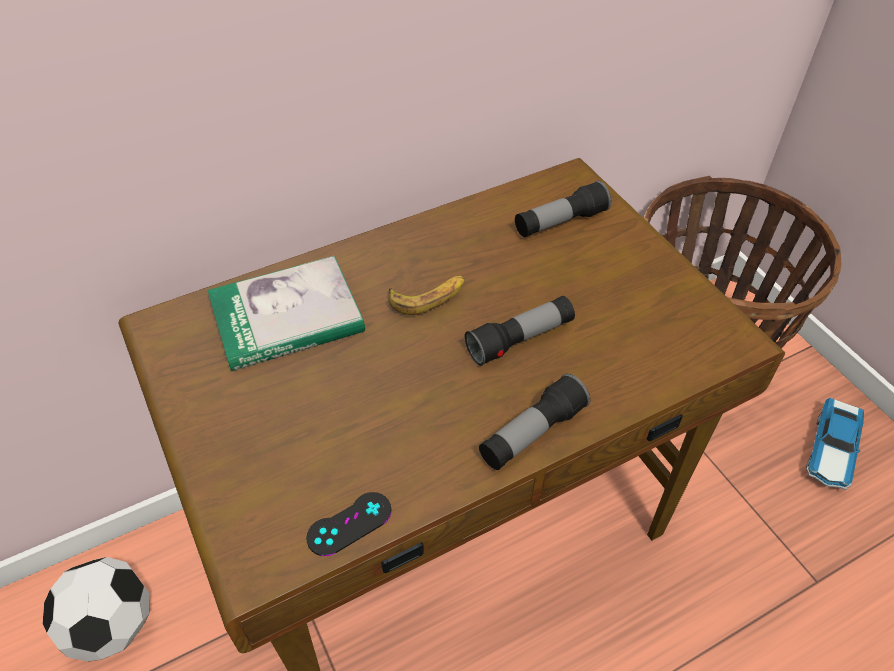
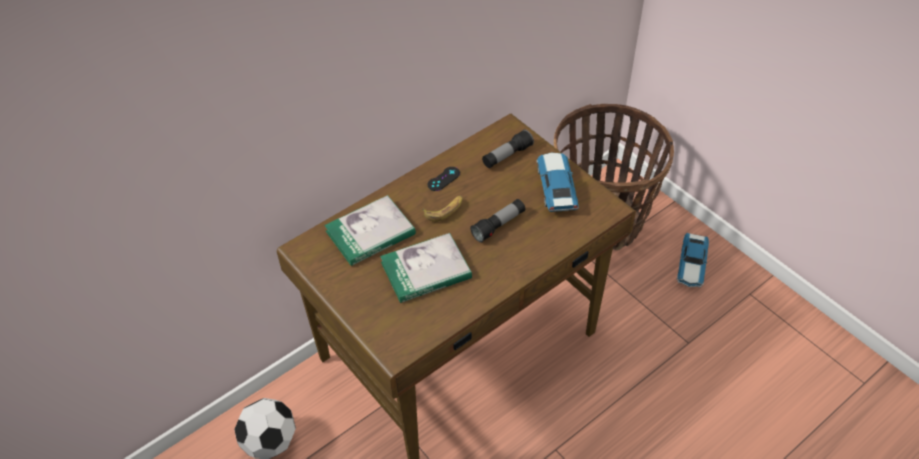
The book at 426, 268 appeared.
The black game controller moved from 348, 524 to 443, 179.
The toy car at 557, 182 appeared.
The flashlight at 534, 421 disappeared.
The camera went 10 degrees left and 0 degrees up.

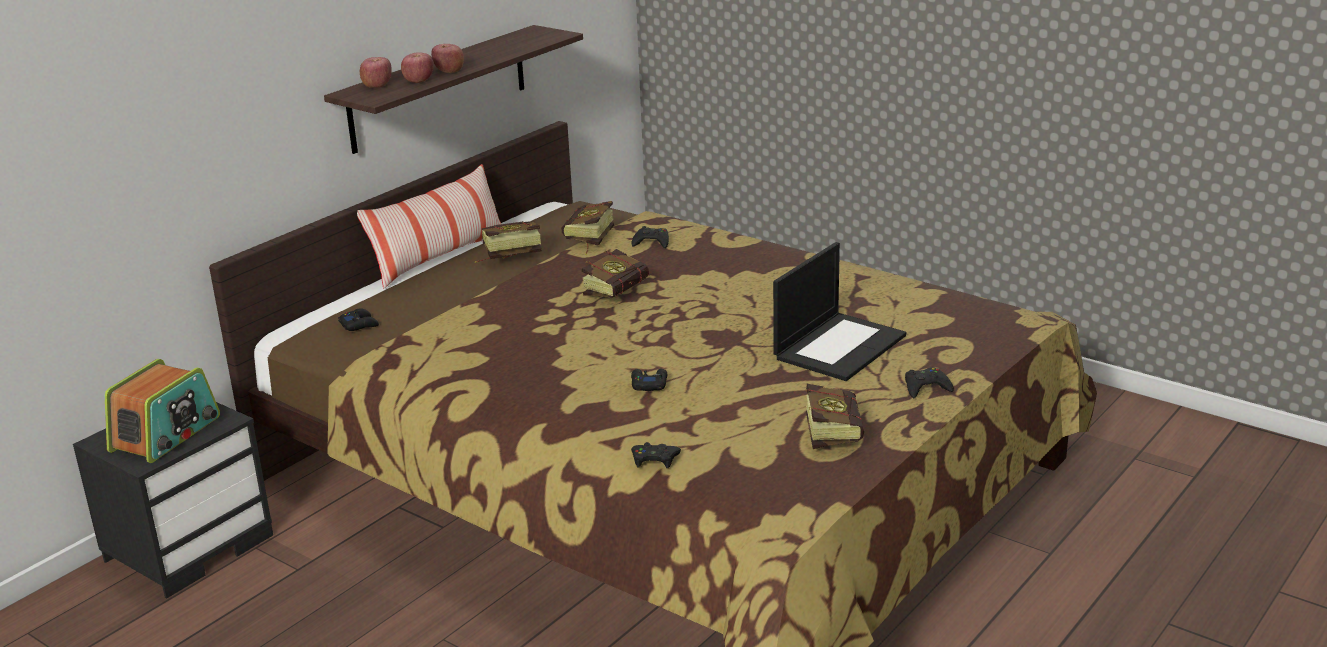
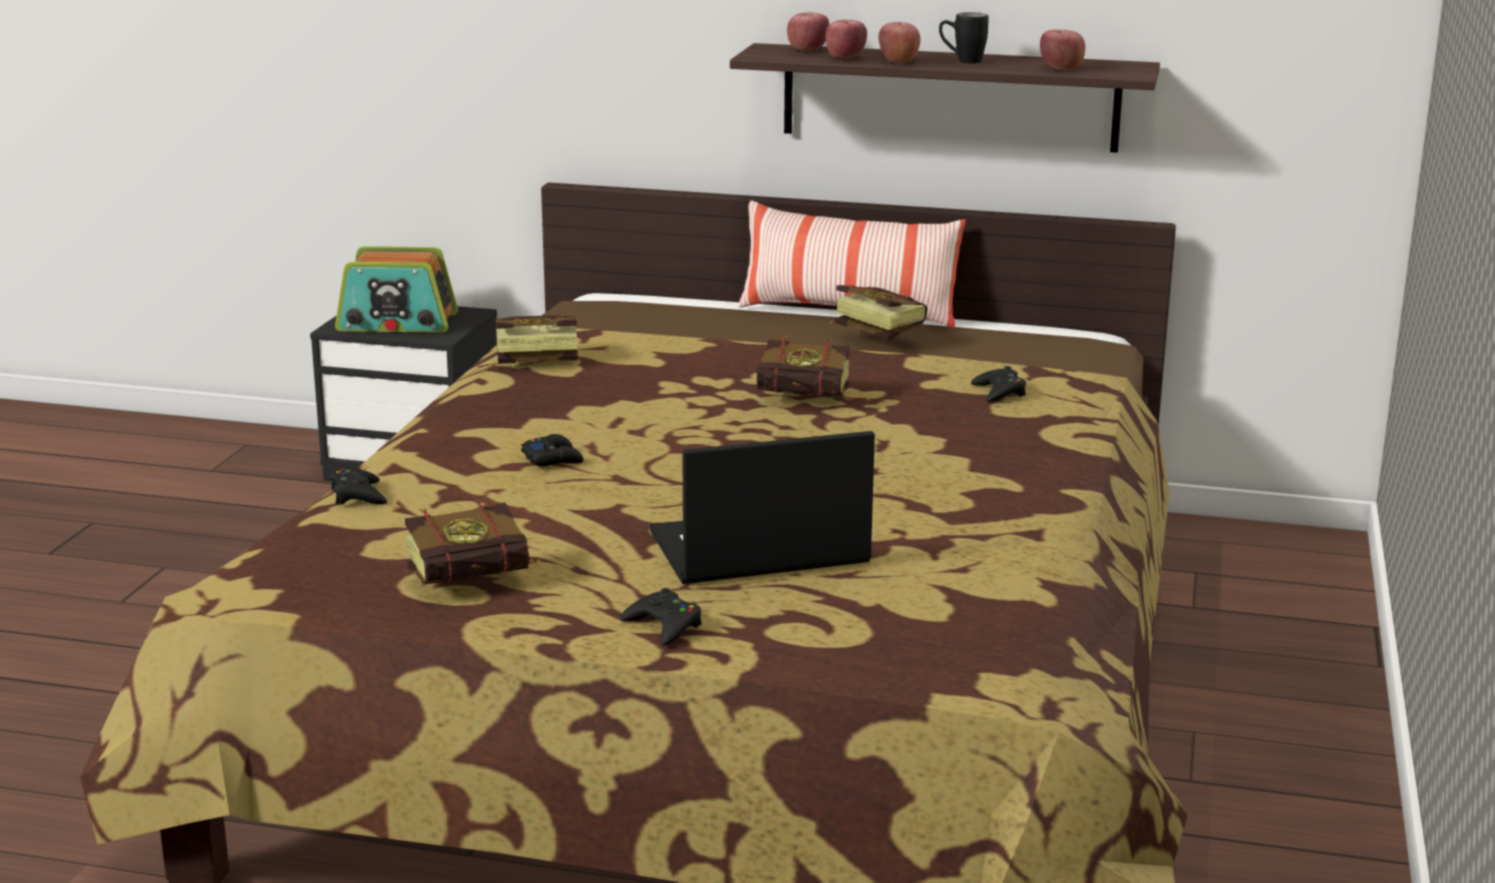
The book moved from 587, 228 to 527, 341.
The laptop at 839, 311 turned 150 degrees clockwise.
The black mug at 964, 38 appeared.
The apple at 1062, 50 appeared.
The black game controller at 358, 319 disappeared.
The camera went 65 degrees right and 5 degrees down.

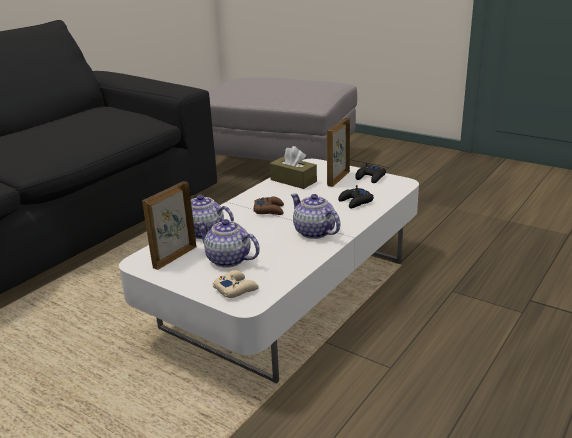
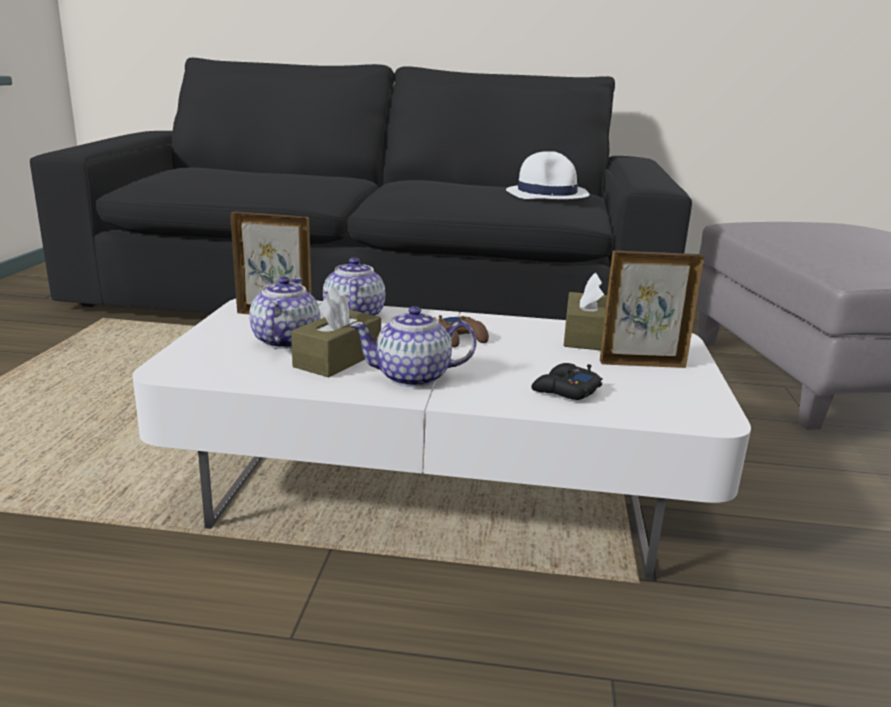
The brown tissue box at 336, 332 appeared.
The teapot at 315, 216 turned 120 degrees counterclockwise.
The white hat at 547, 175 appeared.
The beige game controller at 236, 284 disappeared.
The black game controller at 370, 173 disappeared.
The camera went 60 degrees right and 5 degrees down.

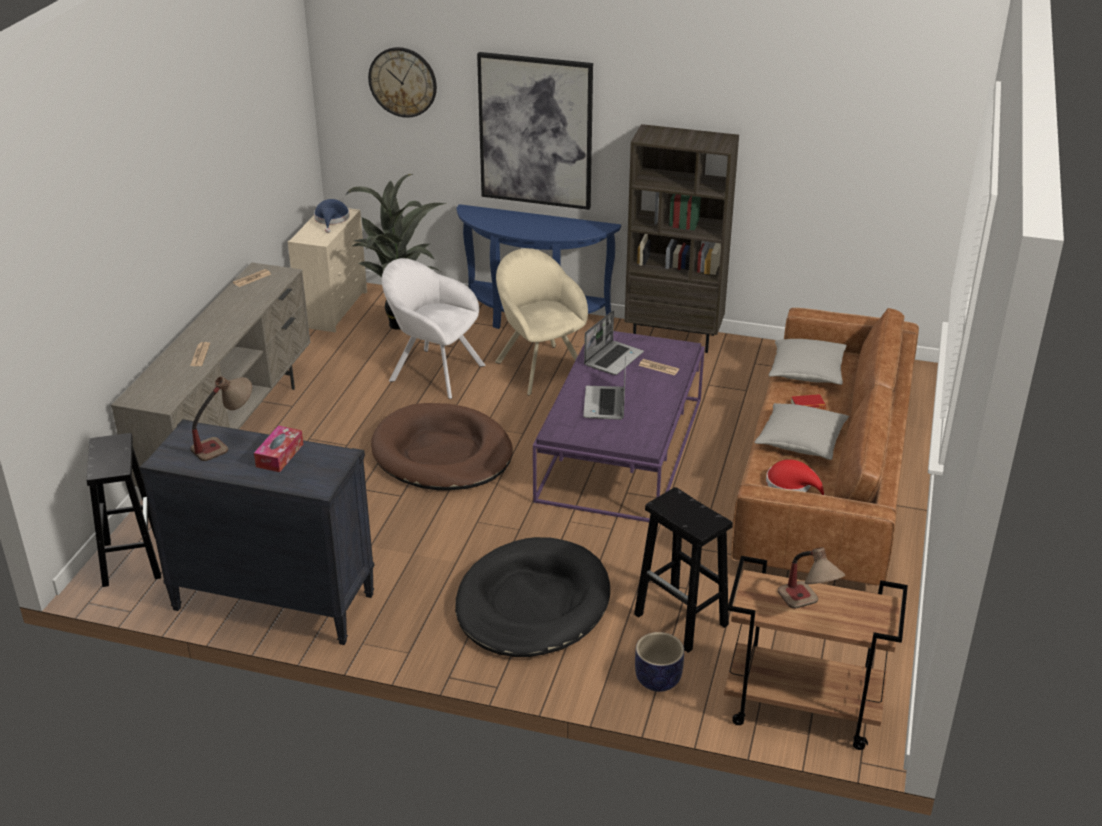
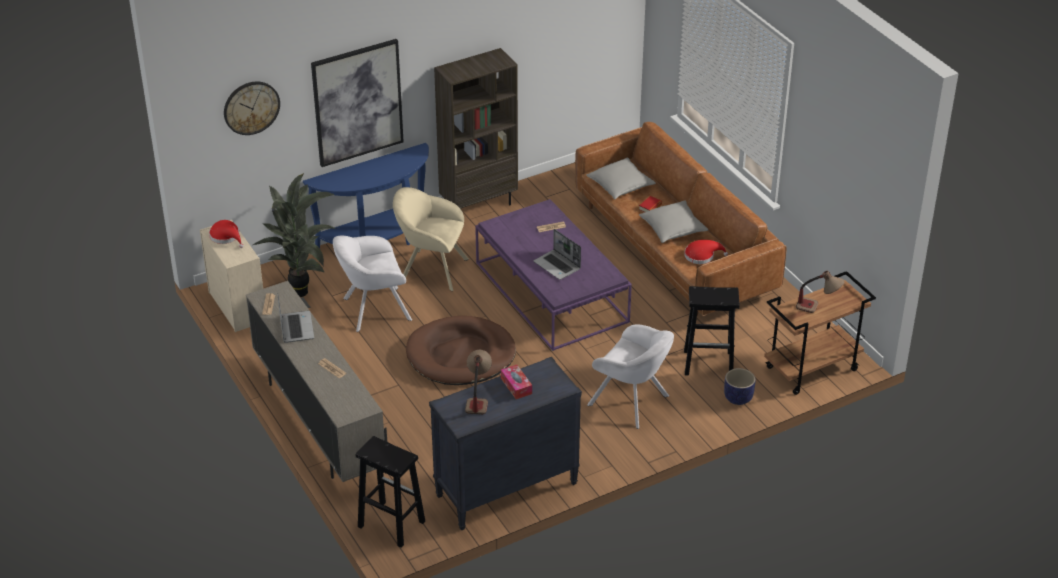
The blue hat at 332, 216 became the red hat at 226, 234.
The laptop moved from 614, 342 to 295, 318.
The black dog bed at 532, 597 was replaced by the white armchair at 630, 376.
The camera went 45 degrees left and 5 degrees up.

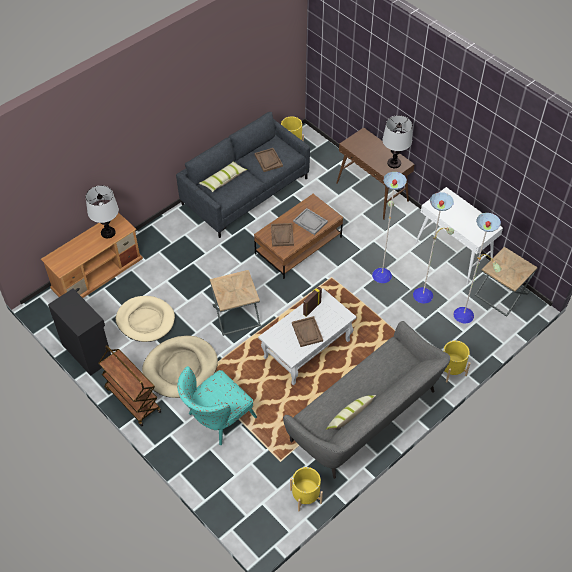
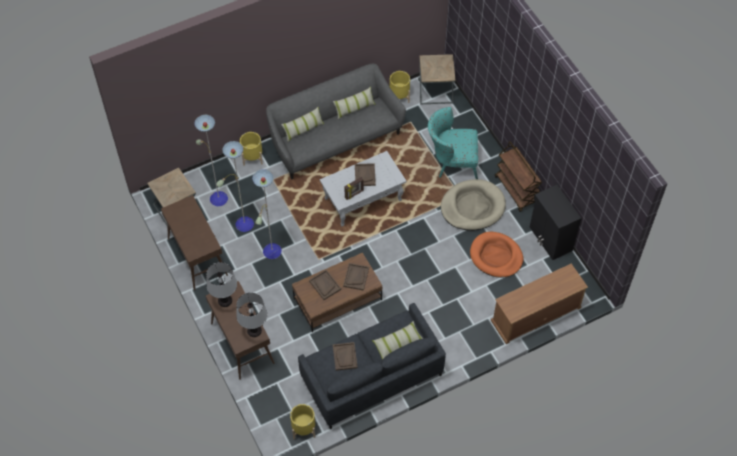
The white console table at 459, 235 became the brown console table at 194, 242.
The table lamp moved from 102, 211 to 251, 315.
The pillow at 302, 124 appeared.
The grey tray at 310, 221 became the brown tray at 325, 285.
The brown side table moved from 235, 303 to 437, 79.
The turquoise armchair at 217, 405 turned 150 degrees counterclockwise.
The beige dog bed at 145, 319 became the orange dog bed at 496, 254.
The camera went 165 degrees left and 5 degrees up.

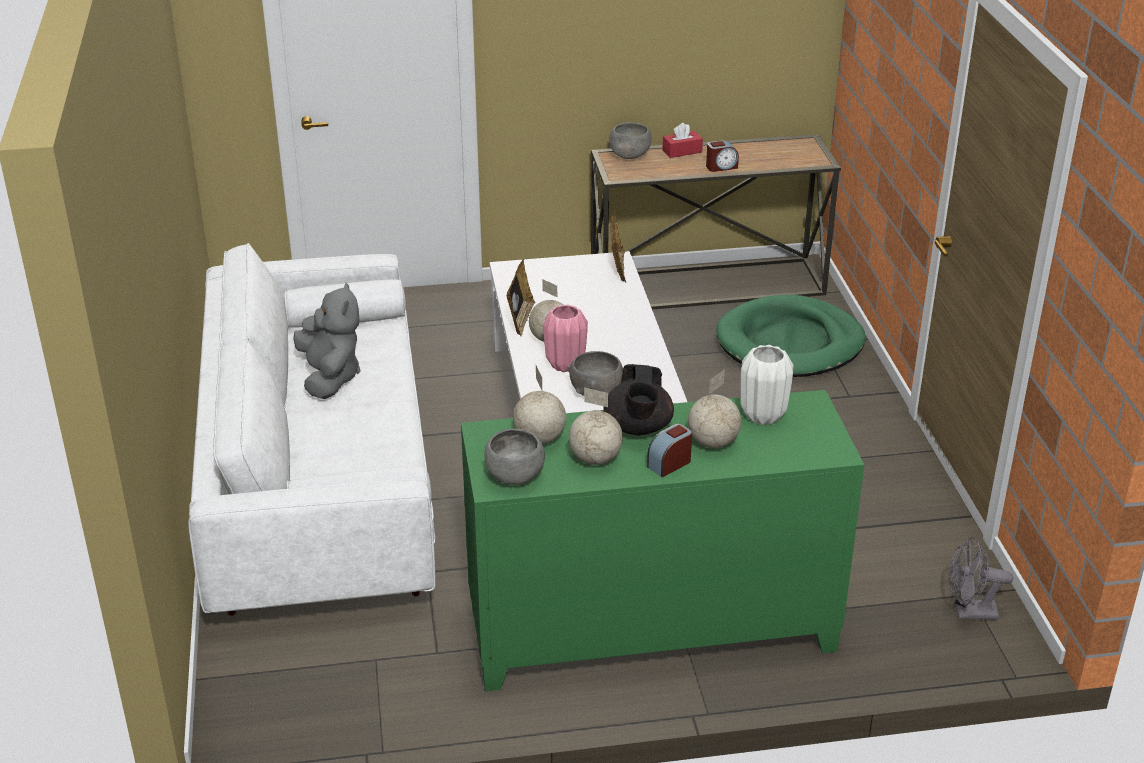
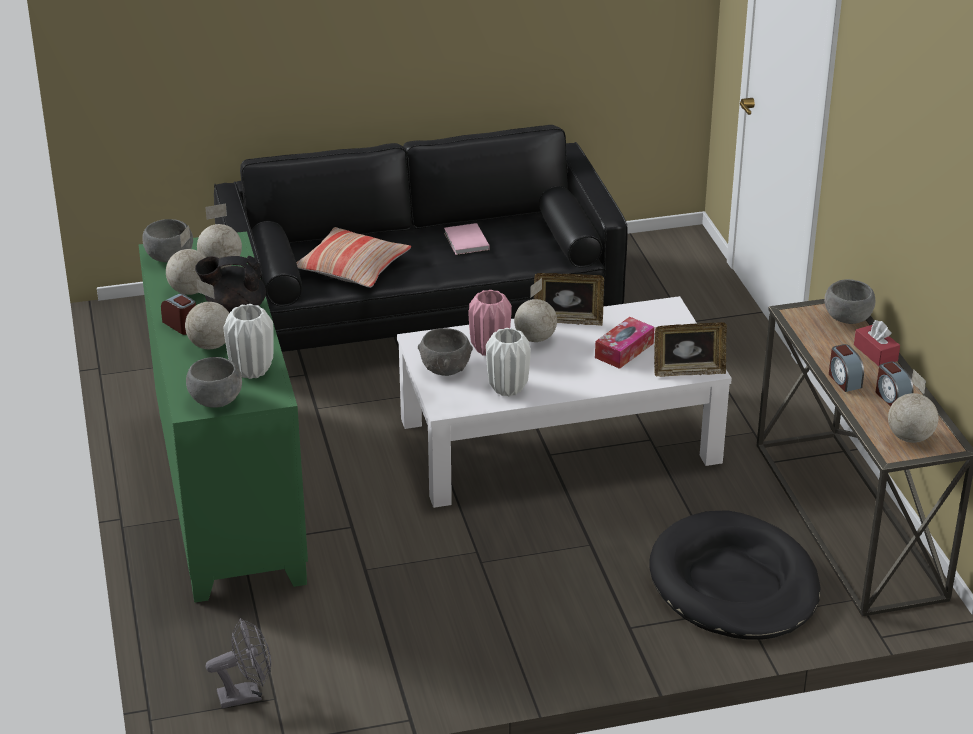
The grey bowl at 214, 382 appeared.
The grey fan at 981, 578 turned 75 degrees clockwise.
The white sofa at 312, 429 became the black sofa at 421, 238.
The pillow at 353, 257 appeared.
The grey plush toy at 327, 341 was replaced by the pink book at 467, 239.
The white vase at 508, 362 appeared.
The tissue box at 625, 343 appeared.
The green dog bed at 791, 336 became the black dog bed at 735, 575.
The alarm clock at 895, 383 appeared.
The globe at 913, 406 appeared.
The camera went 85 degrees right and 0 degrees up.

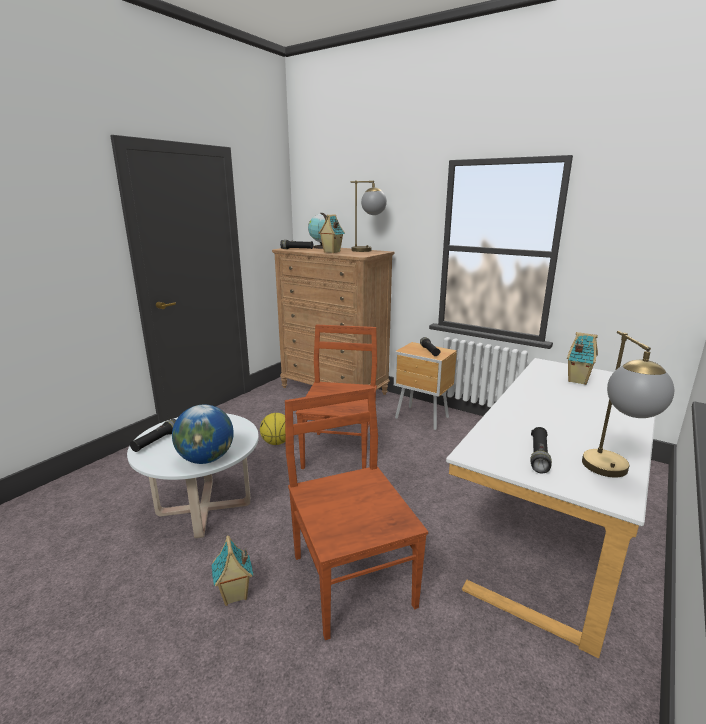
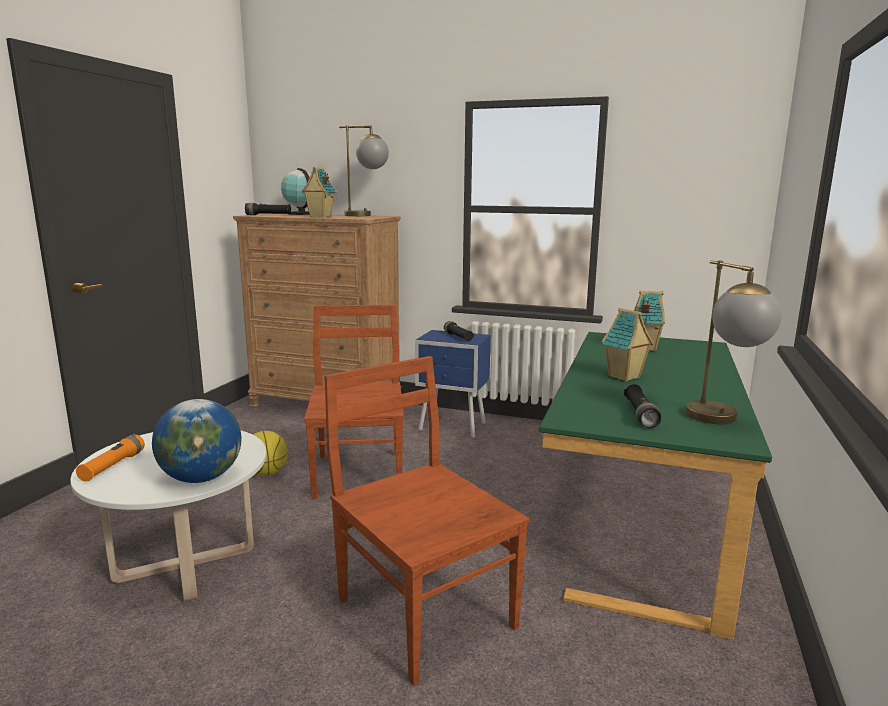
The black flashlight at 153, 435 became the orange flashlight at 110, 458.
The brown nightstand at 425, 386 became the blue nightstand at 453, 384.
The white desk at 551, 508 became the green desk at 655, 486.
The toy house moved from 232, 570 to 628, 345.
The camera went 15 degrees left and 5 degrees down.

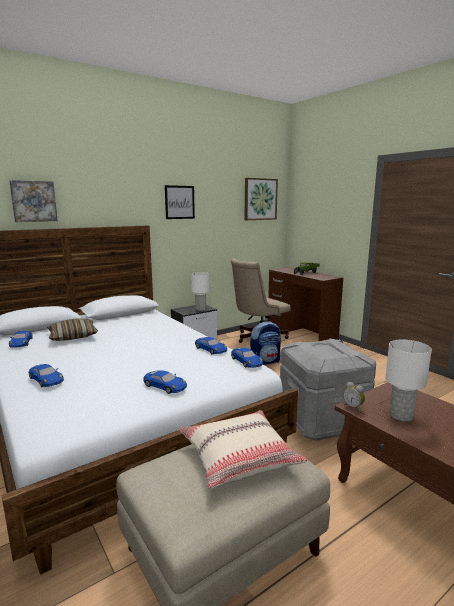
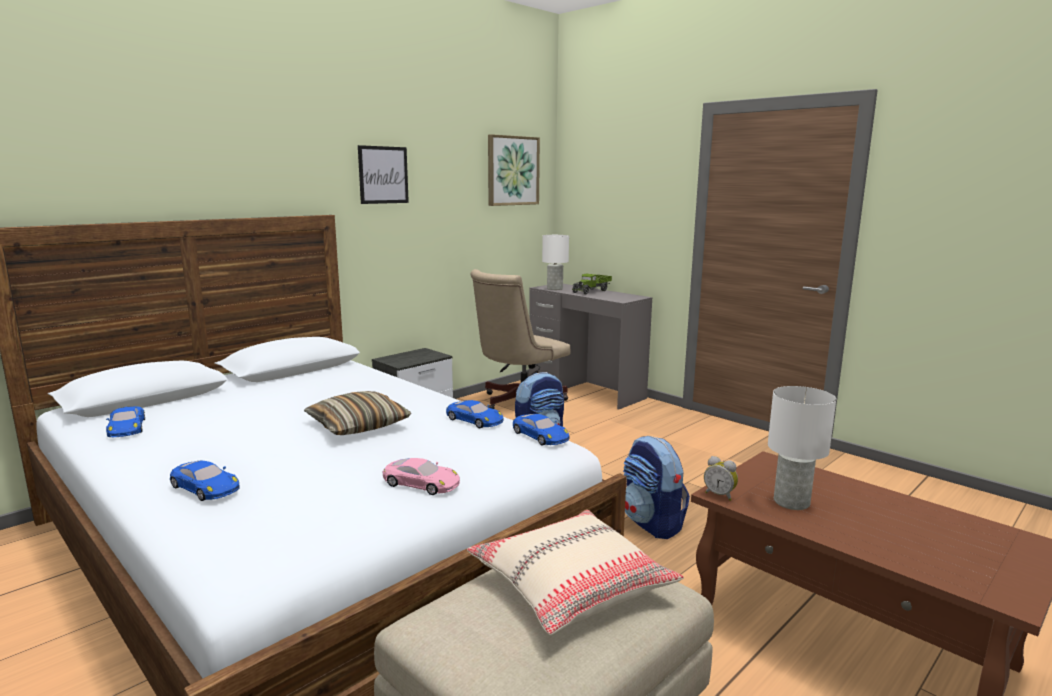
The pillow moved from 72, 330 to 358, 413.
The blue toy car at 165, 382 became the pink toy car at 421, 476.
The brown desk at 305, 304 became the grey desk at 590, 346.
The white table lamp moved from 200, 291 to 555, 262.
The grey storage box at 328, 389 was replaced by the backpack at 656, 487.
The picture at 33, 201 disappeared.
The camera went 10 degrees left and 0 degrees up.

